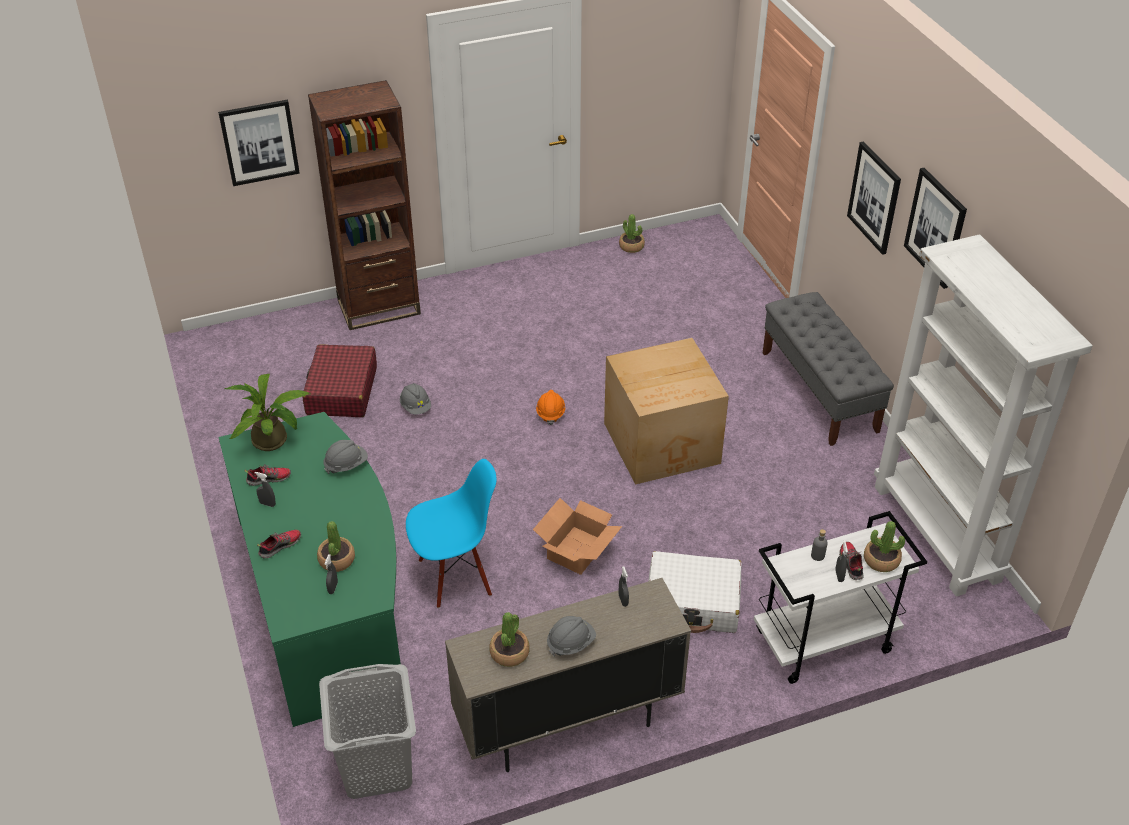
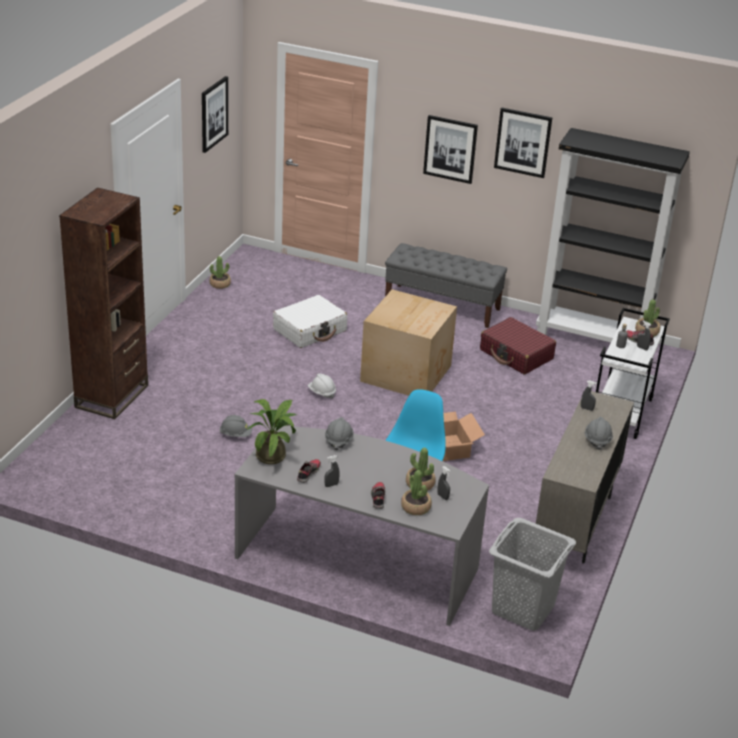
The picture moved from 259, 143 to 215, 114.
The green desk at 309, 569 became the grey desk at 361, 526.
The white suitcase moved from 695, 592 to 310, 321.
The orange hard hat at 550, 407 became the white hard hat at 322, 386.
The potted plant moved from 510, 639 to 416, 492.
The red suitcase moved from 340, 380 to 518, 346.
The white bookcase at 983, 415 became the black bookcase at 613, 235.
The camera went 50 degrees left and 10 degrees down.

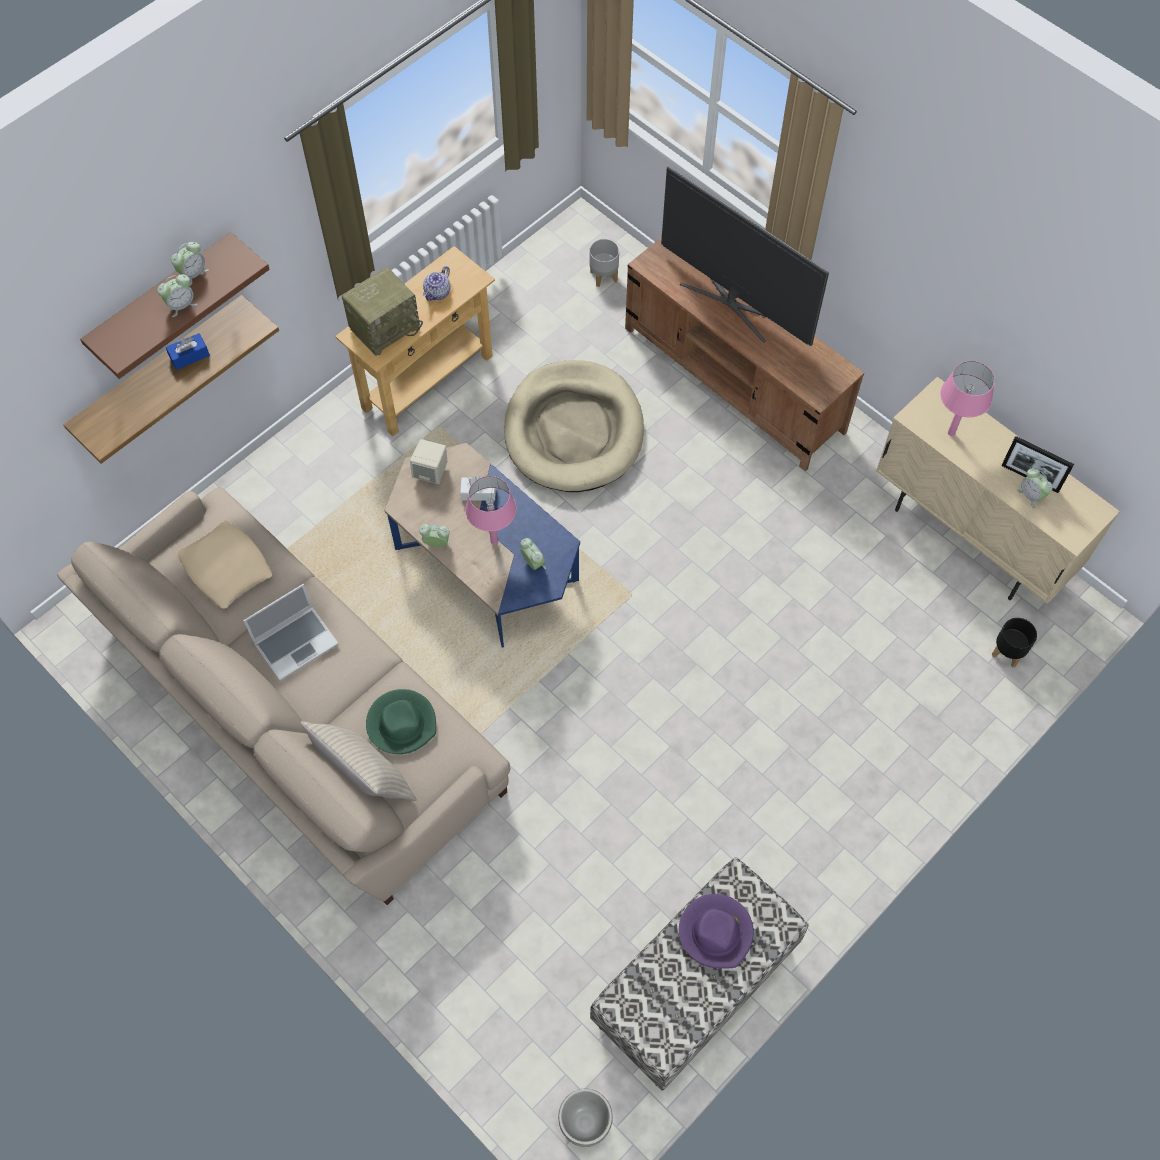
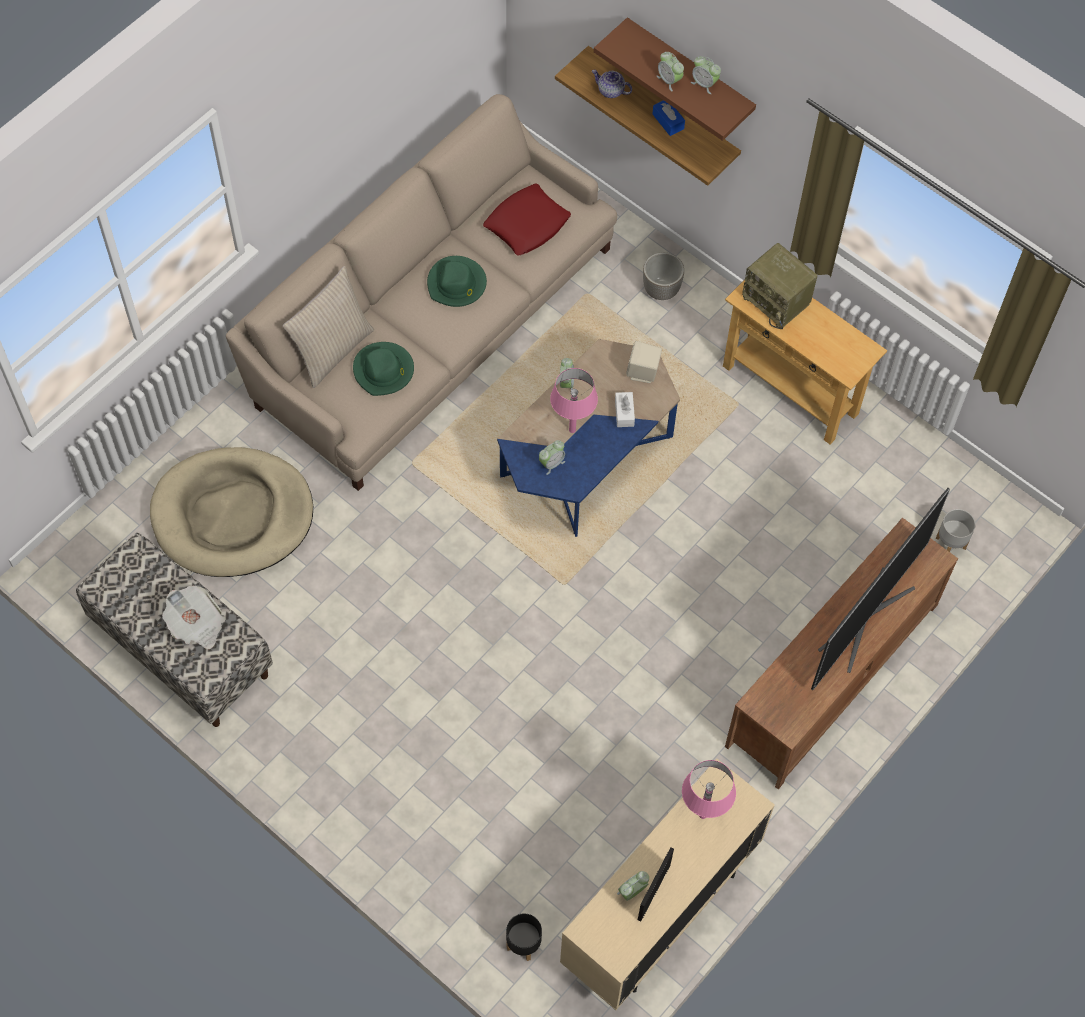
The beige dog bed moved from 574, 426 to 231, 512.
The purple hat at 716, 931 was replaced by the newspaper at 194, 617.
The laptop at 290, 632 was replaced by the green hat at 457, 281.
The beige pillow at 224, 564 became the red pillow at 527, 220.
The teapot moved from 436, 283 to 612, 84.
The planter moved from 585, 1118 to 663, 276.
The camera went 85 degrees right and 0 degrees up.

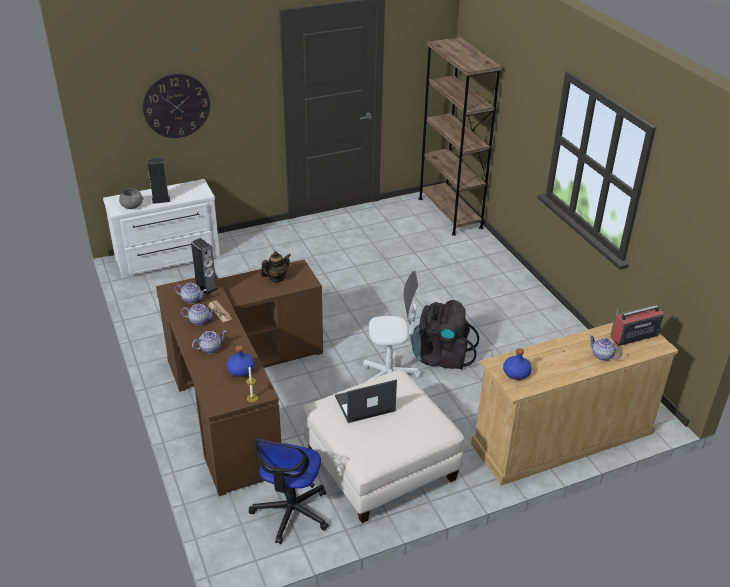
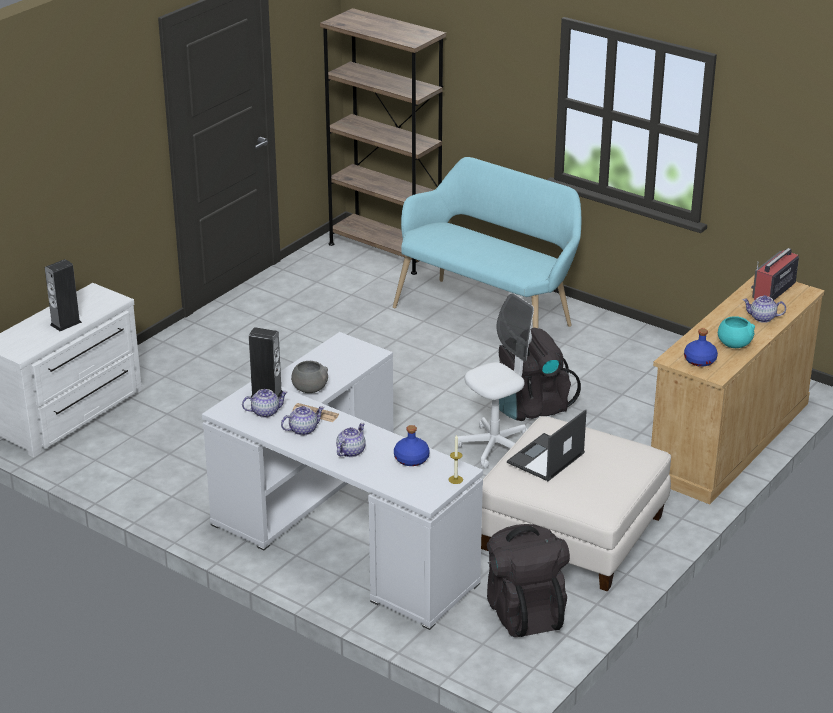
The brown desk at 239, 377 became the white desk at 342, 481.
The grey bowl moved from 131, 198 to 309, 377.
The turquoise bench at 487, 242 appeared.
The office chair at 289, 491 was replaced by the black backpack at 528, 580.
The turquoise bowl at 736, 332 appeared.
The wall clock at 176, 106 disappeared.
The teapot at 276, 266 disappeared.
The camera went 30 degrees left and 5 degrees down.

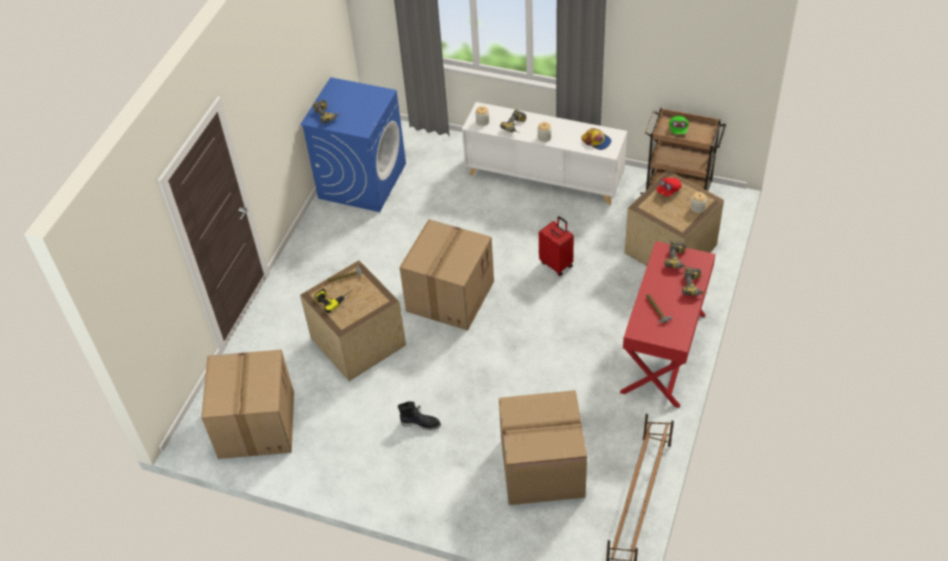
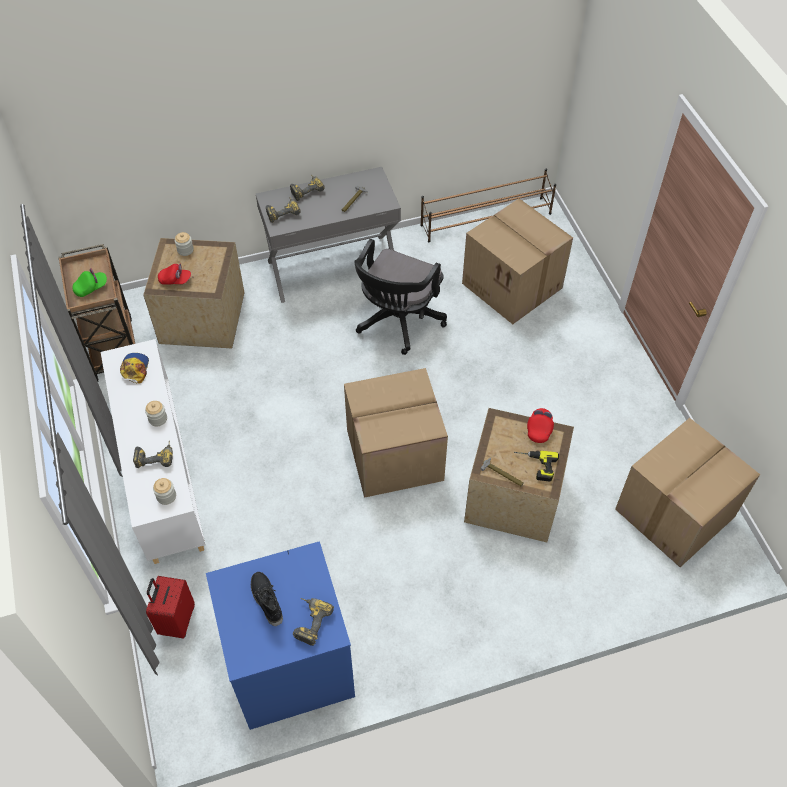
The red suitcase moved from 556, 246 to 170, 607.
The black boot moved from 419, 416 to 267, 599.
The red desk at 668, 324 became the grey desk at 328, 235.
The black office chair at 400, 297 appeared.
The red cap at 540, 425 appeared.
The camera went 130 degrees left and 5 degrees up.

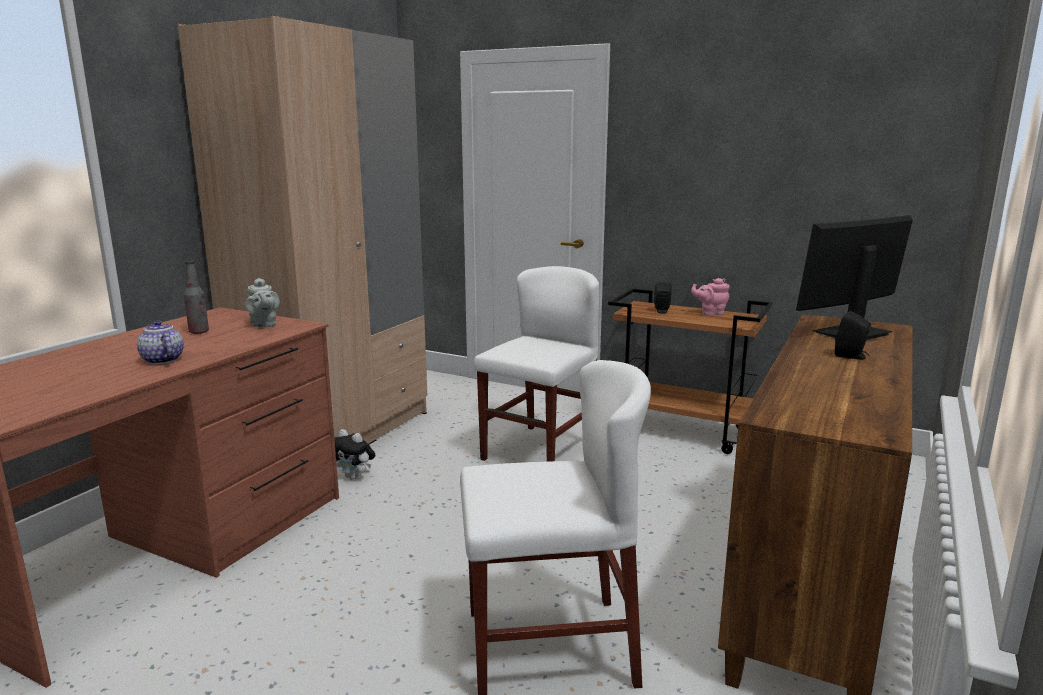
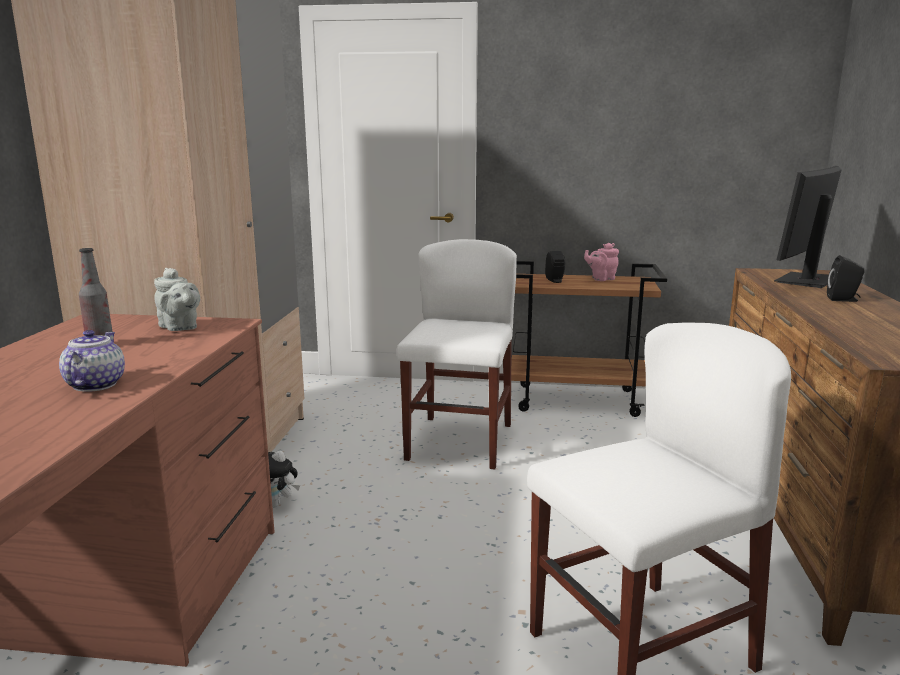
The teapot at 160, 342 turned 60 degrees clockwise.
The camera went 20 degrees left and 0 degrees up.

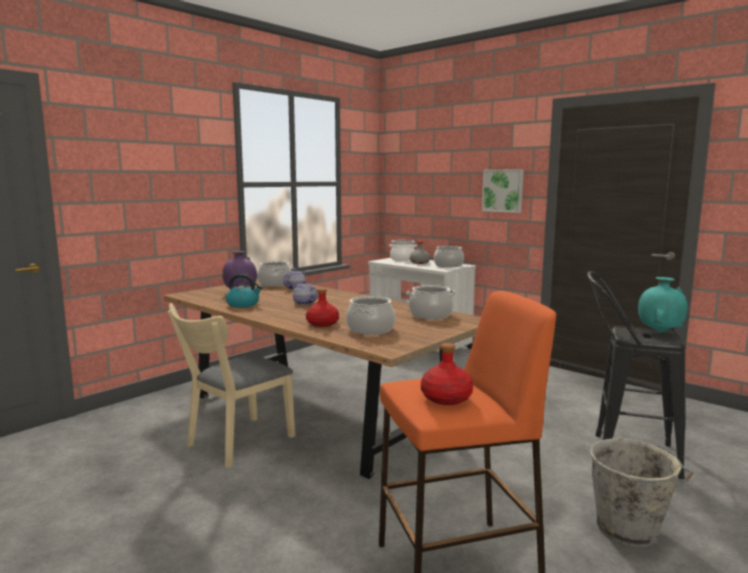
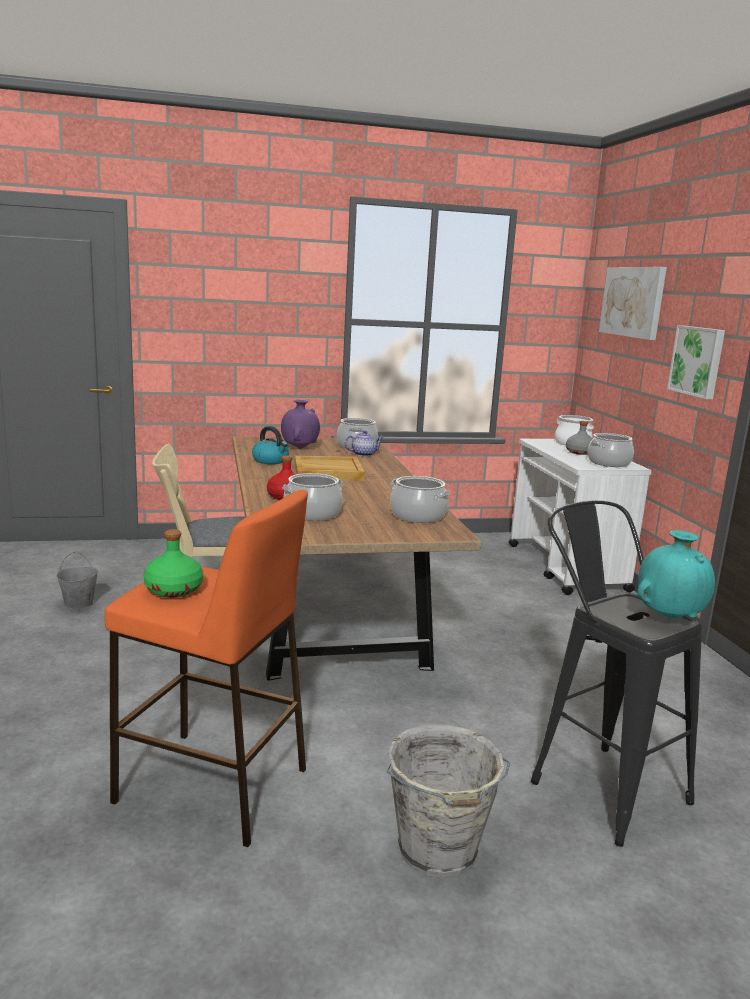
The grey bucket at 77, 580 appeared.
The red bottle at 447, 374 became the green bottle at 173, 563.
The teapot at 305, 293 was replaced by the beige tray at 330, 468.
The picture at 633, 303 appeared.
The camera went 35 degrees right and 5 degrees up.

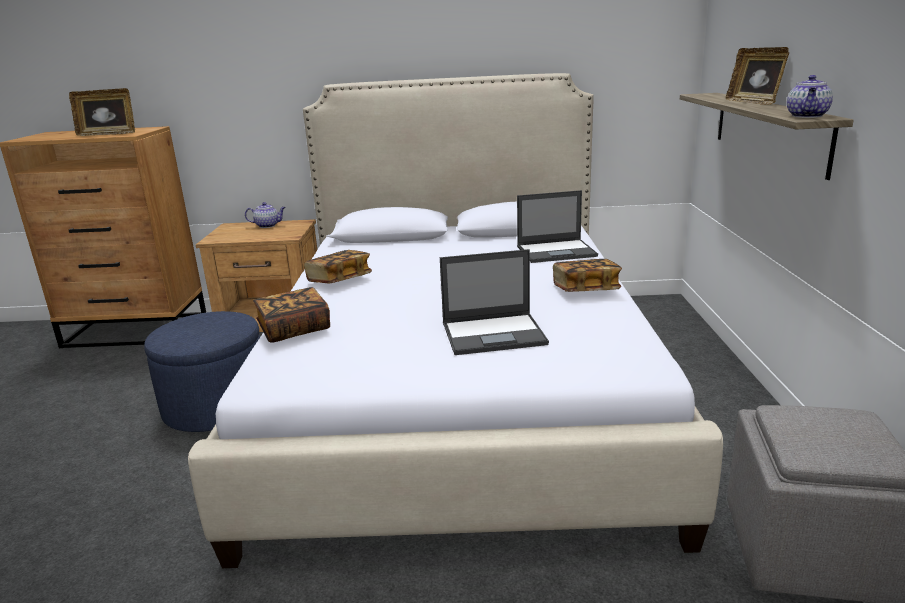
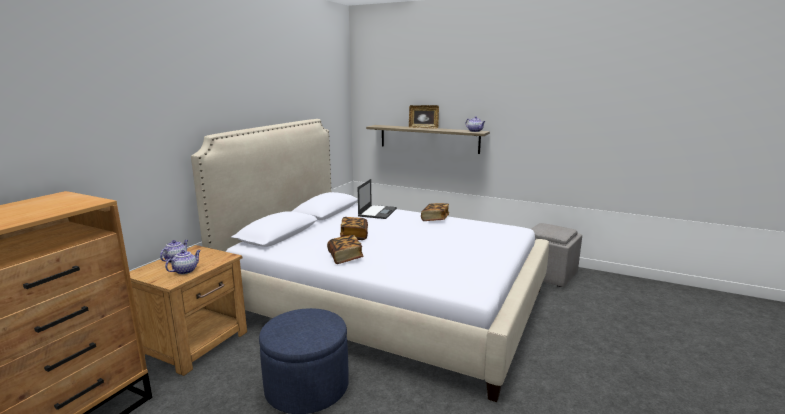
The teapot at 183, 262 appeared.
The book moved from 291, 315 to 354, 228.
The picture frame at 102, 112 disappeared.
The laptop at 494, 302 disappeared.
The camera went 65 degrees left and 5 degrees down.

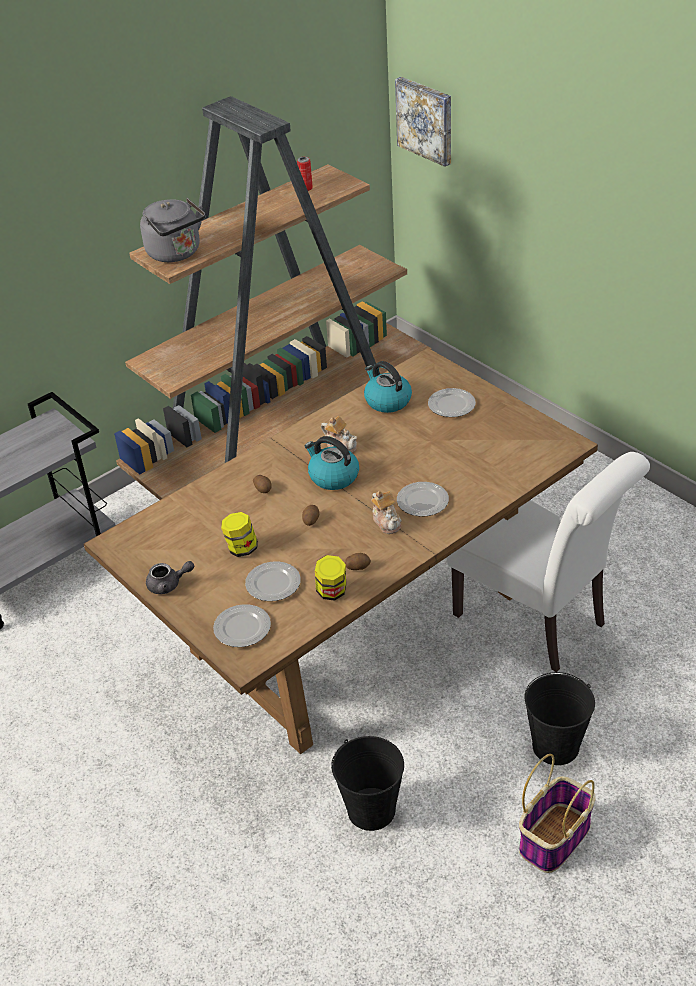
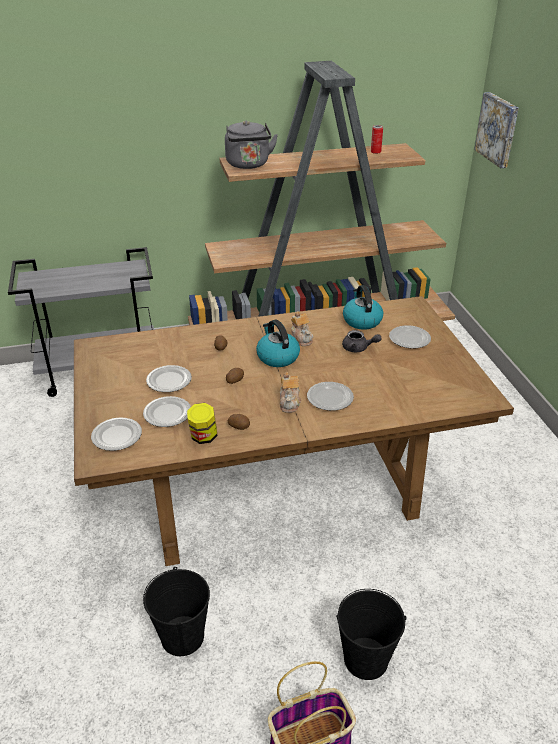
The jar at 239, 534 was replaced by the plate at 169, 378.
The grey teapot moved from 170, 577 to 362, 341.
The white chair at 548, 562 disappeared.
The camera went 25 degrees right and 5 degrees down.

